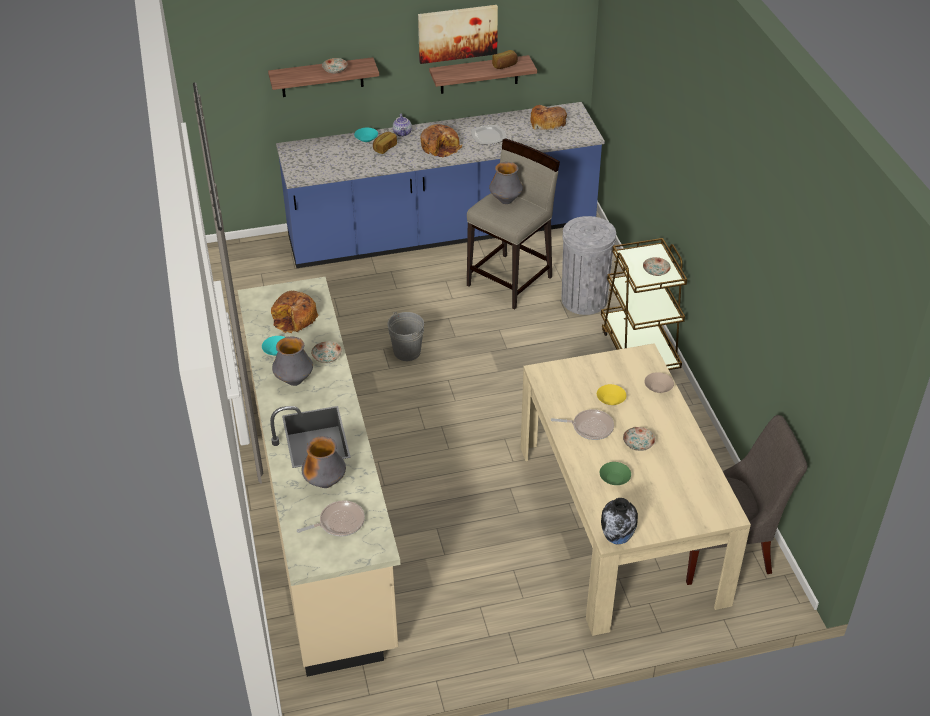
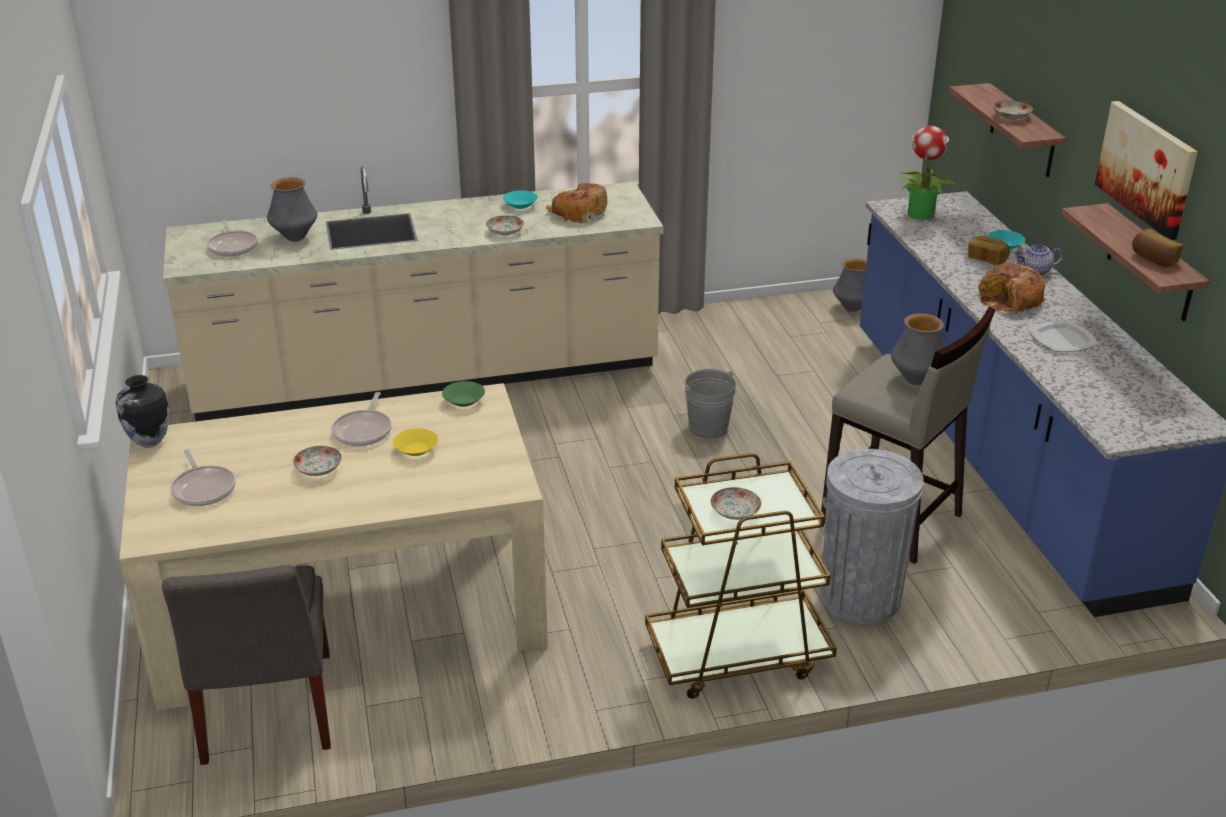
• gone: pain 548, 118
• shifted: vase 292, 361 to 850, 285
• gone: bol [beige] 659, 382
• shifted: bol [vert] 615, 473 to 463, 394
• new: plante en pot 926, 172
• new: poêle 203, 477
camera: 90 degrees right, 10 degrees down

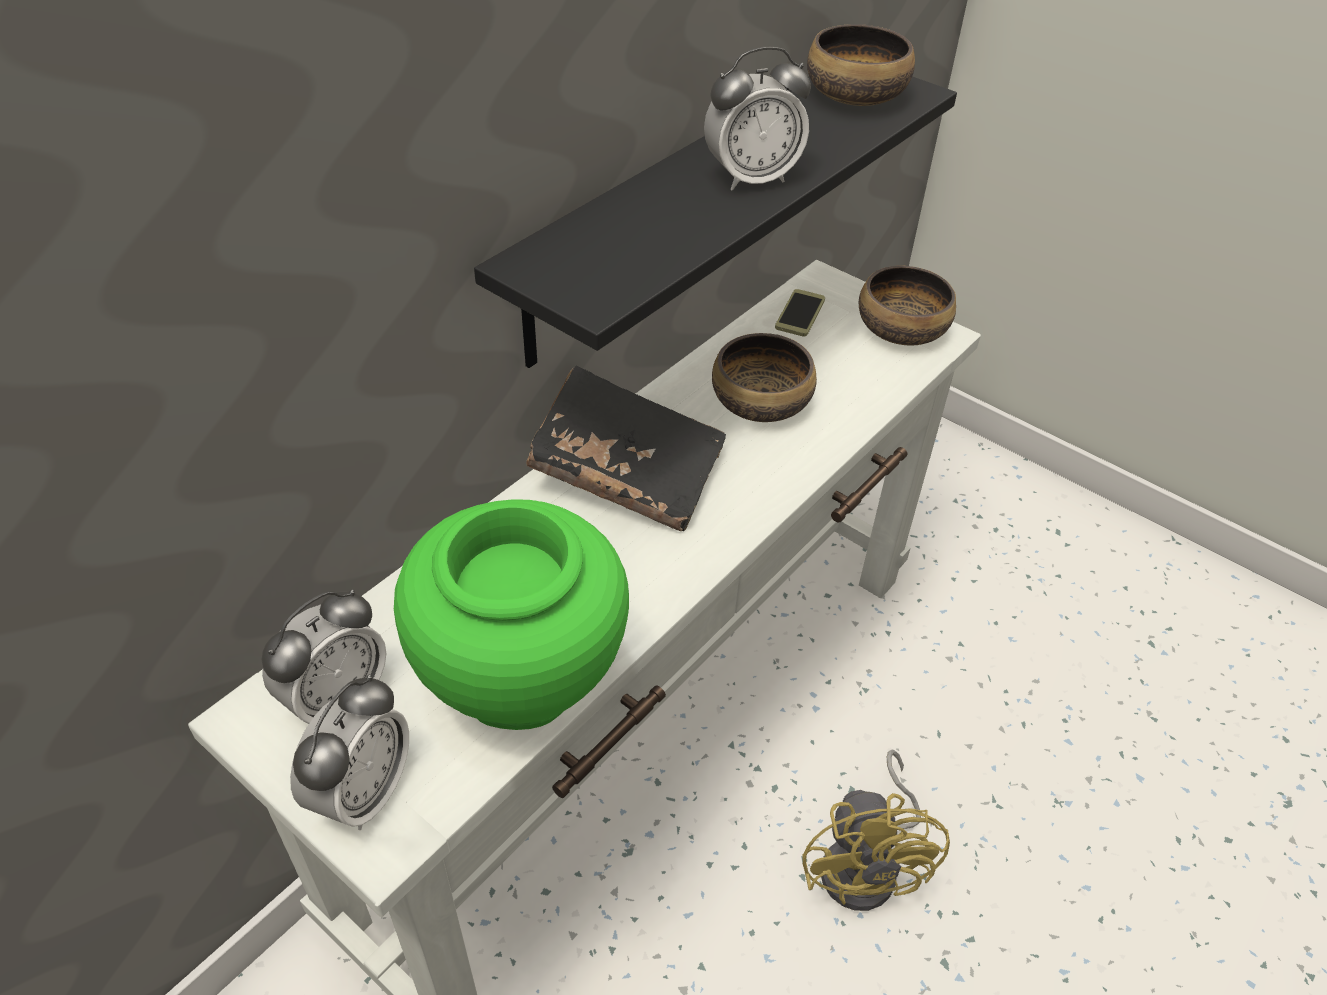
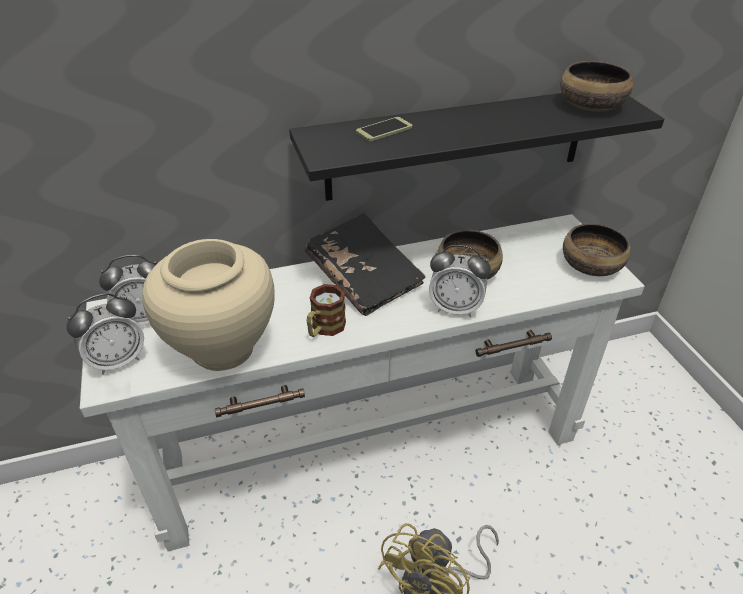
• shifted: réveil 757, 119 to 460, 281
• shifted: téléphone 800, 313 to 384, 129
• repainted: vase [vert] 511, 614 to vase [beige] 208, 305
• new: mug 326, 310
camera: 35 degrees right, 5 degrees down

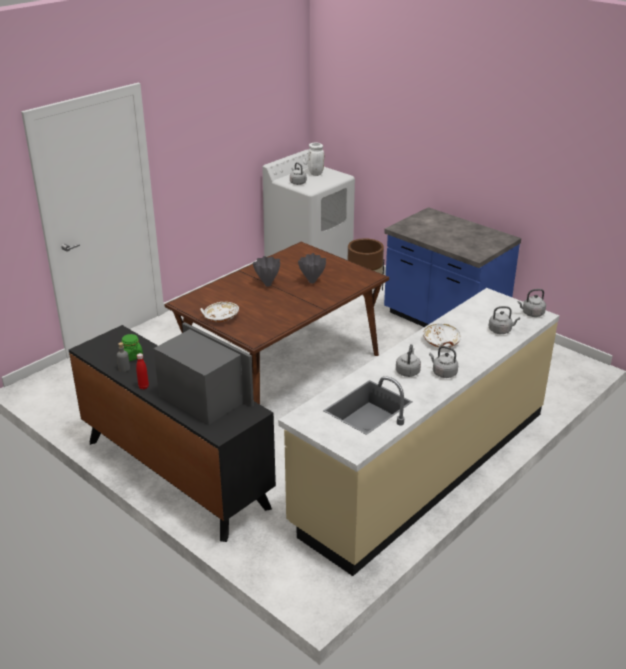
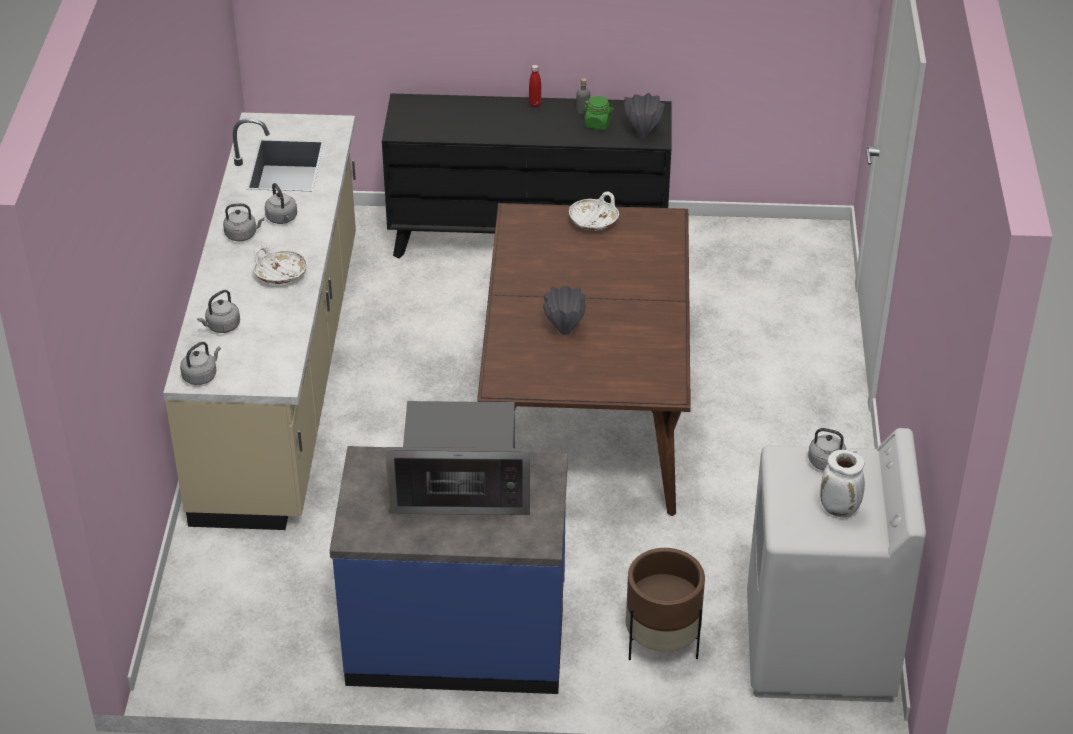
• shifted: vase [gris] 266, 271 to 644, 115
• shifted: micro-ondes 204, 373 to 457, 458
camera: 140 degrees right, 10 degrees up

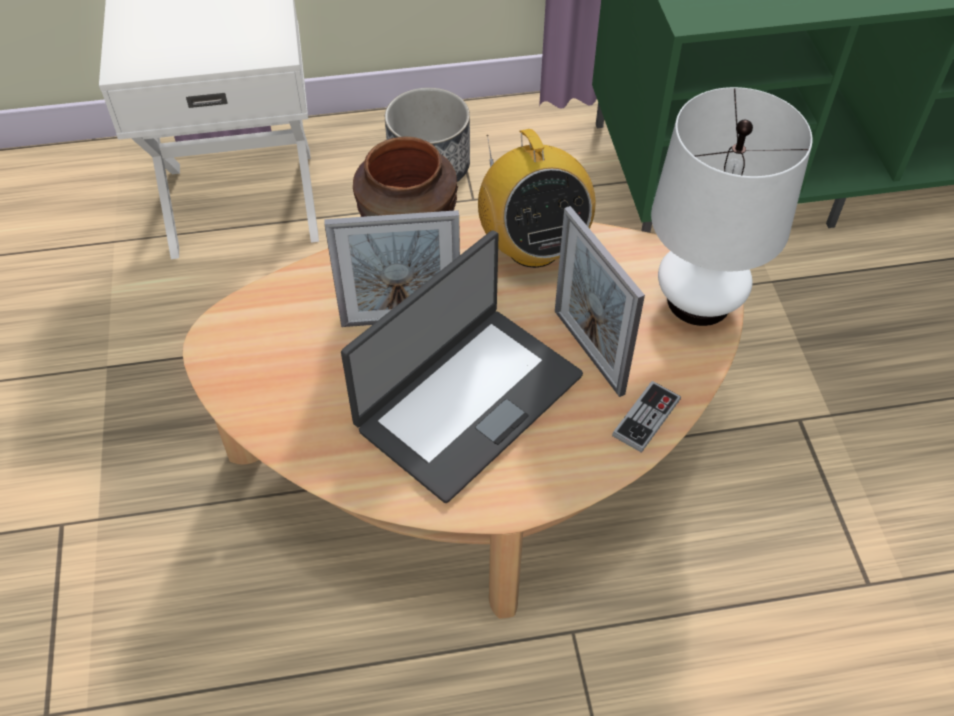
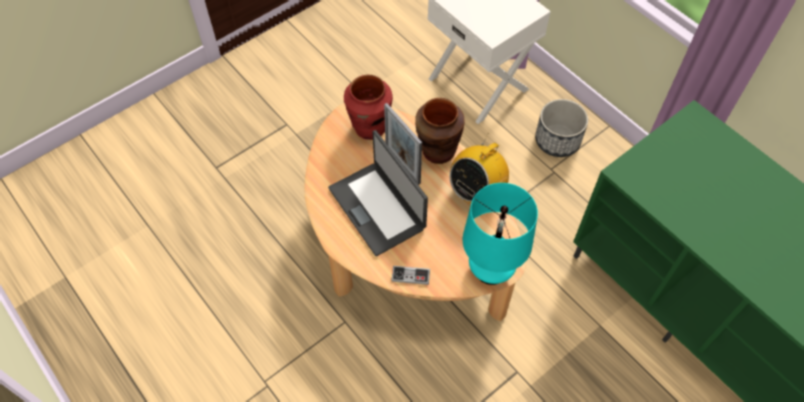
• repainted: lampe de table [blanc] 732, 206 to lampe de table [turquoise] 500, 234
• gone: cadre photo 600, 301
• rotated: ordinateur portable 462, 367 = 378, 193 45 degrees clockwise
• new: vase [rouge] 368, 107
camera: 60 degrees right, 5 degrees up

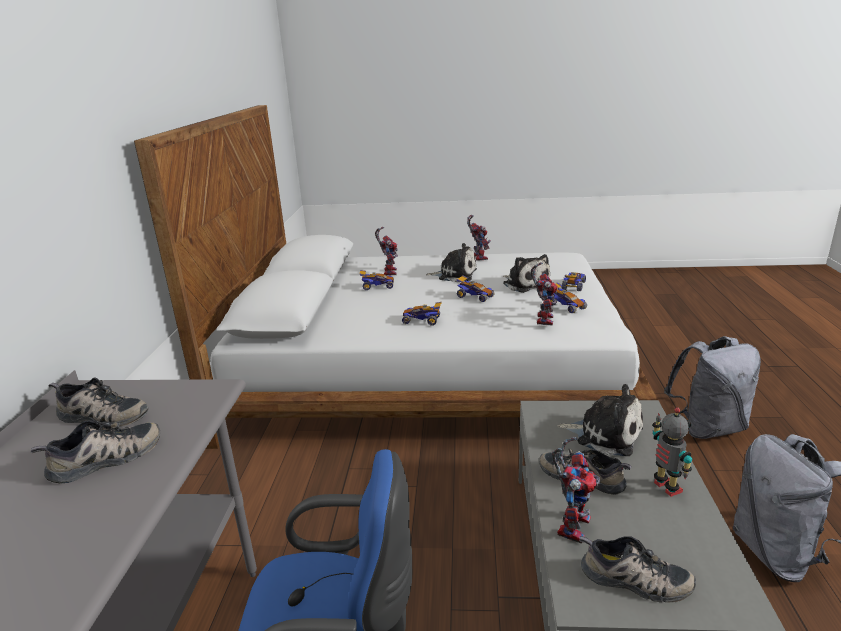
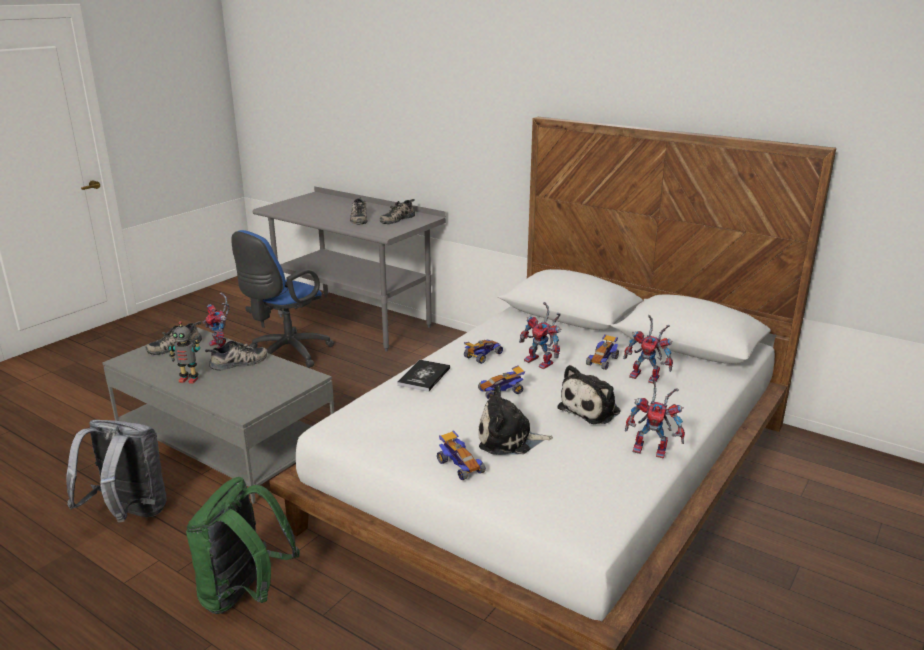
• shifted: robot jouet 544, 293 to 540, 335
• gone: petite voiture 569, 297
• repainted: sac à dos [gris] 712, 387 to sac à dos [vert] 243, 545
• gone: peluche 600, 420
• new: livre 423, 376
camera: 120 degrees right, 0 degrees up

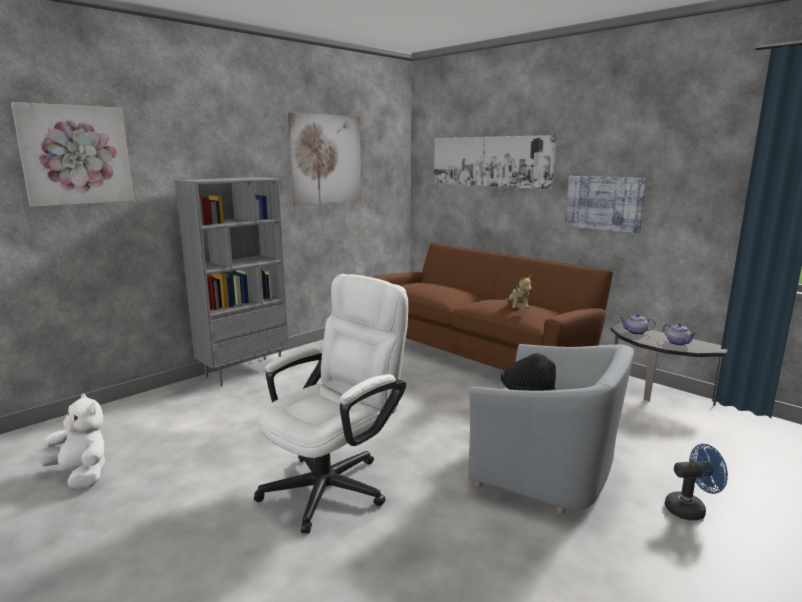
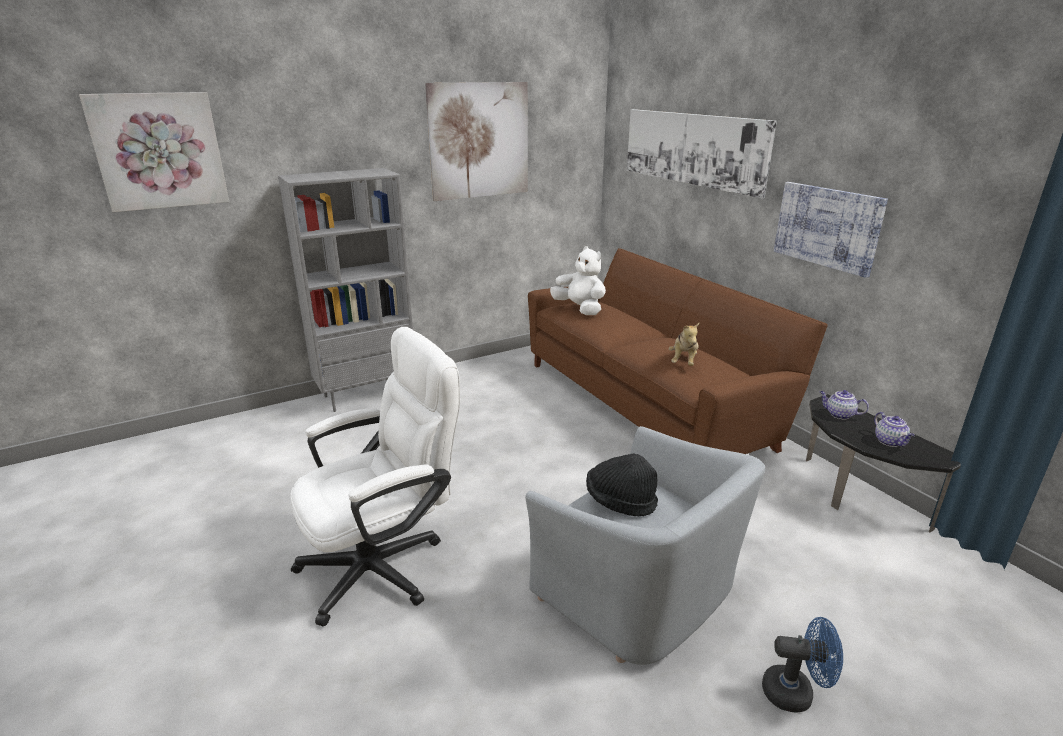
• shifted: peluche [blanc] 70, 441 to 578, 280
camera: 15 degrees right, 10 degrees up

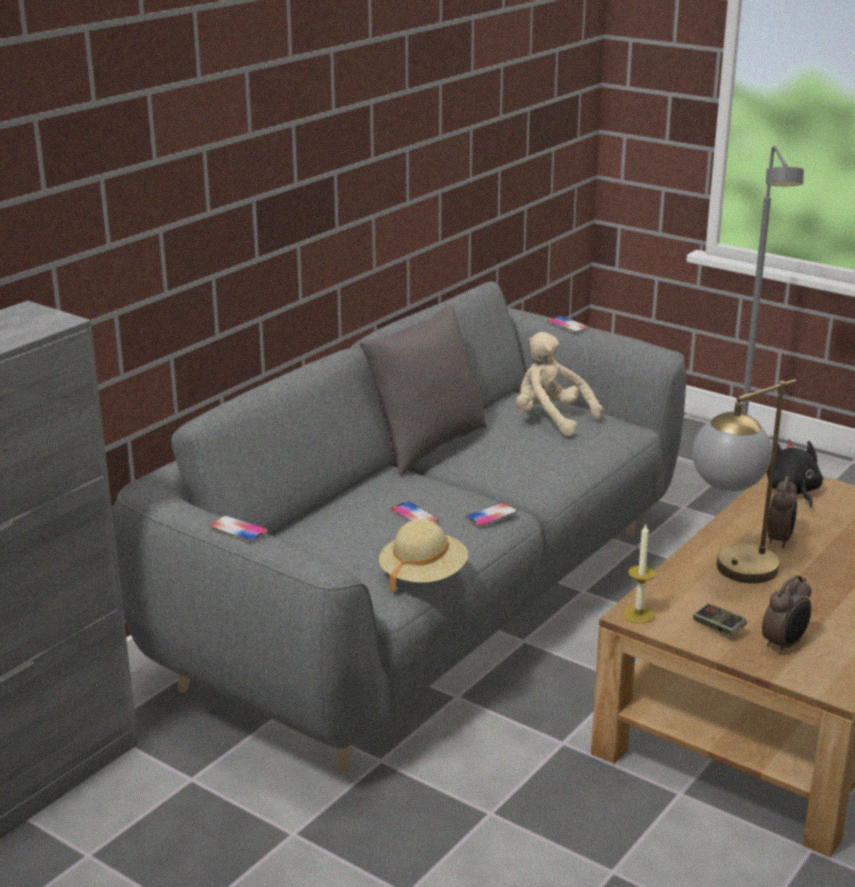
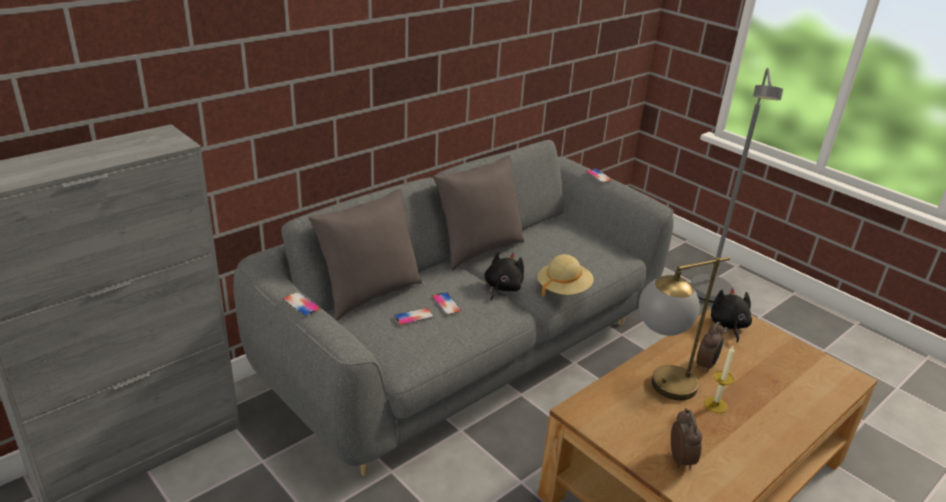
• gone: peluche [beige] 559, 384
• shifted: téléphone 491, 515 to 413, 316
• shifted: chapeau [beige] 423, 556 to 565, 275
• shifted: bougie 639, 574 to 719, 379
• rotated: réveil 786, 614 = 686, 439 60 degrees counterclockwise
• gone: manette 720, 619
• new: coussin [gris] 365, 254
• new: peluche [noir] 504, 276
camera: 10 degrees right, 5 degrees up

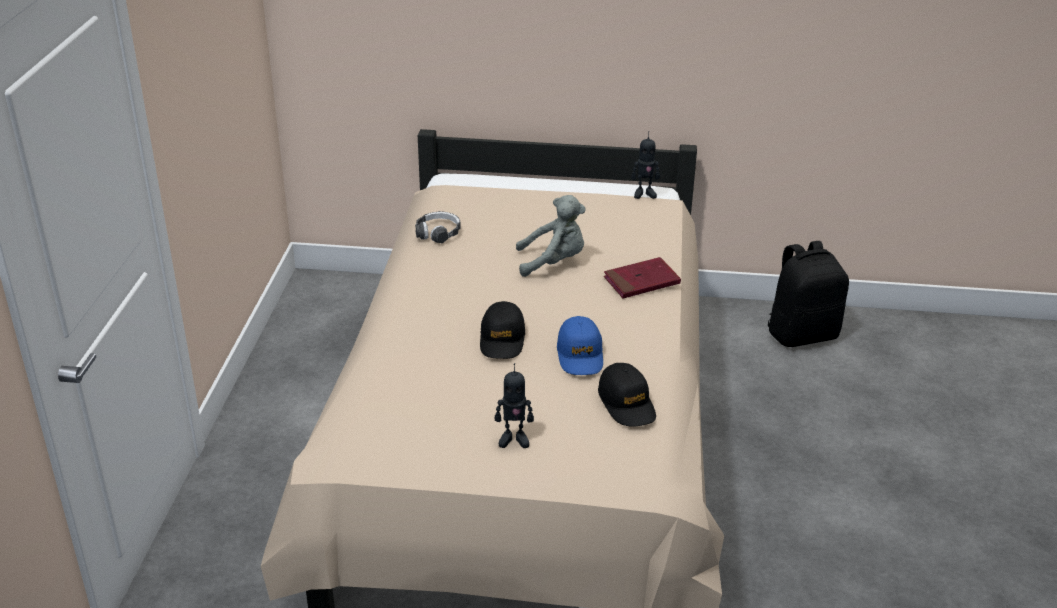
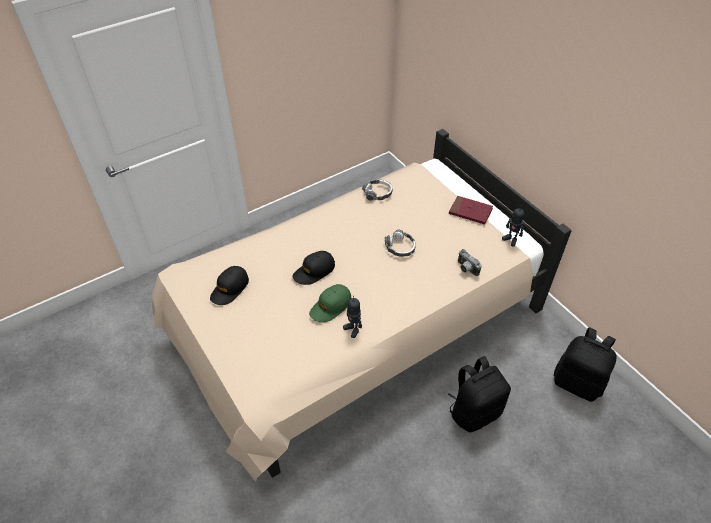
• swapped: peluche [gris] 551, 236 to casque audio 400, 243
• shifted: livre [rouge] 642, 277 to 471, 210
• repainted: casquette [bleu] 580, 345 to casquette [vert] 330, 303
• shifted: robot jouet 514, 405 to 352, 317
• shifted: casquette [noir] 627, 395 to 229, 285
• new: appareil photo 470, 262
• new: sac à dos [noir] 479, 394
camera: 50 degrees right, 15 degrees up

